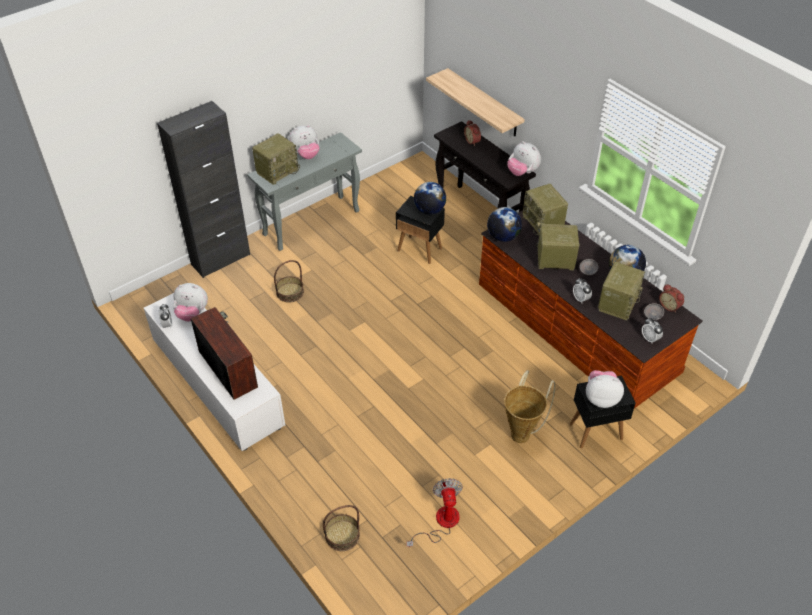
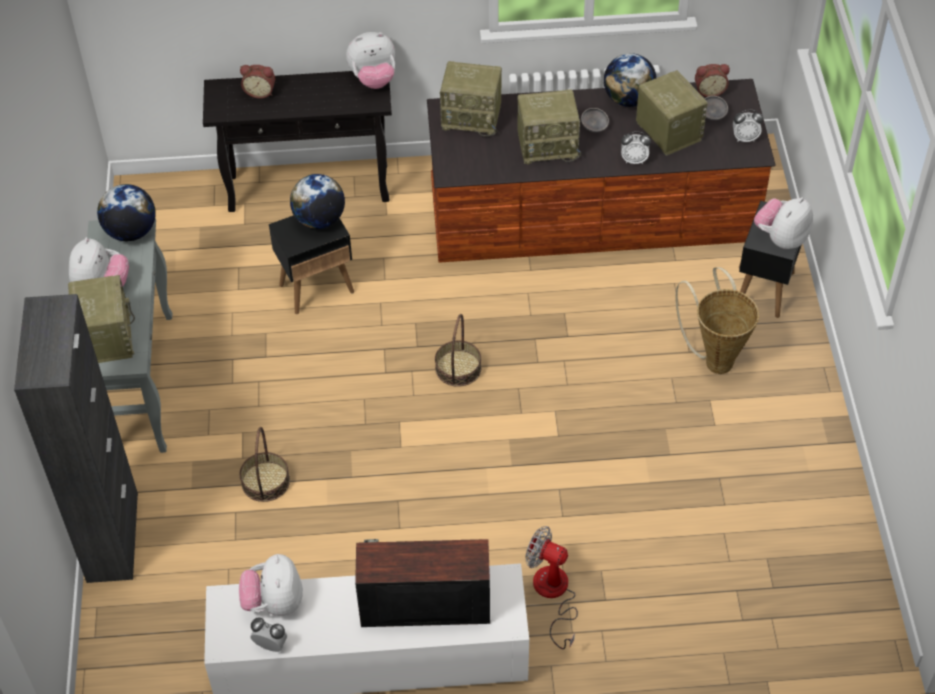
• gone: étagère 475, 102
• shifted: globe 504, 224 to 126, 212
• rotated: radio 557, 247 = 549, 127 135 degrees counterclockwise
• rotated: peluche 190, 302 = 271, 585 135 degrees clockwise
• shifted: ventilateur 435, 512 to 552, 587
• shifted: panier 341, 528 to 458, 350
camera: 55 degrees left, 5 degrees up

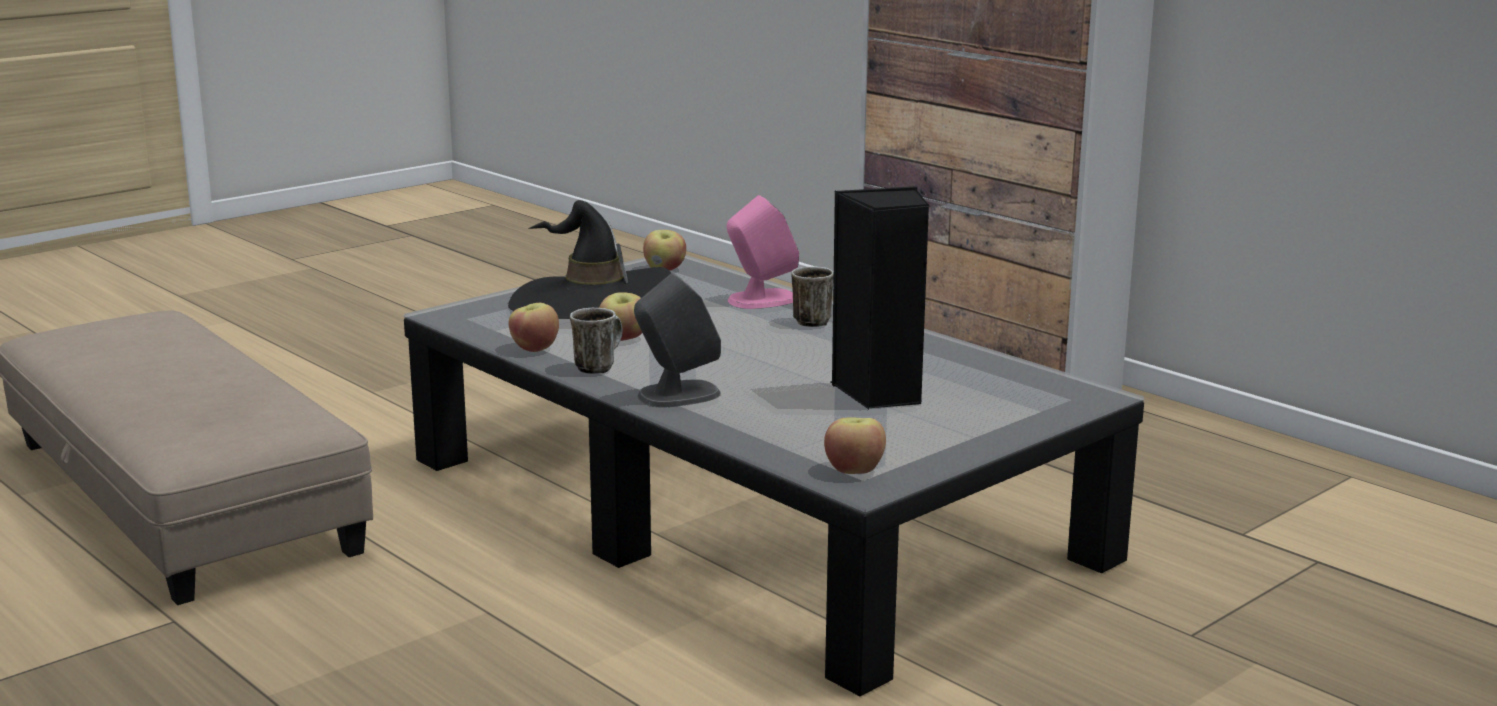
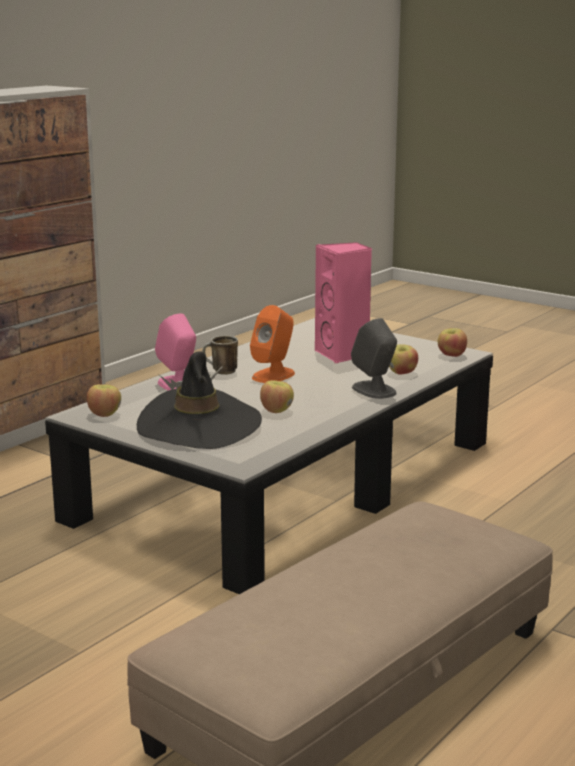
• repainted: enceinte [noir] 879, 297 to enceinte [rose] 343, 303
• shifted: pomme 534, 327 to 403, 359
• gone: mug 596, 341
• new: enceinte [orange] 272, 344
camera: 100 degrees left, 0 degrees up

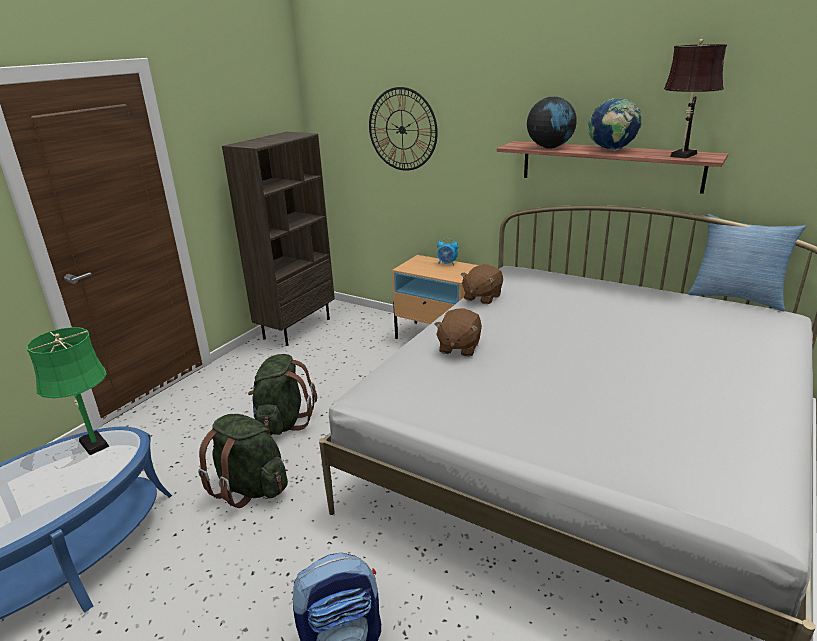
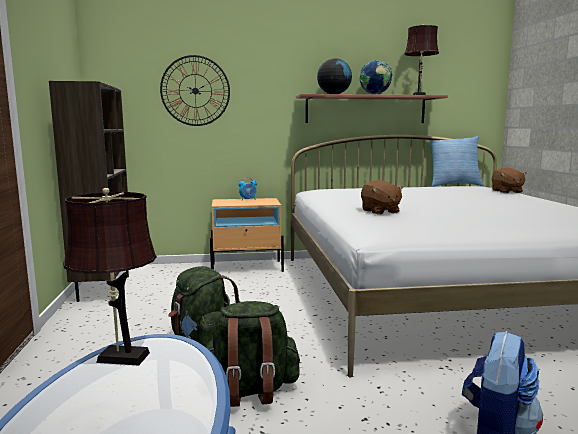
• shifted: peluche [marron] 482, 284 to 509, 180
• repainted: lampe de table [vert] 68, 391 to lampe de table [marron] 110, 277
camera: 40 degrees left, 15 degrees down

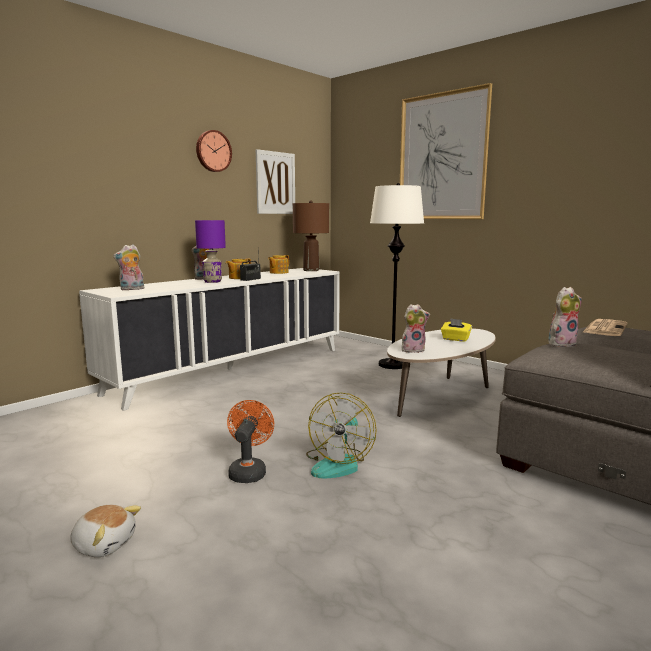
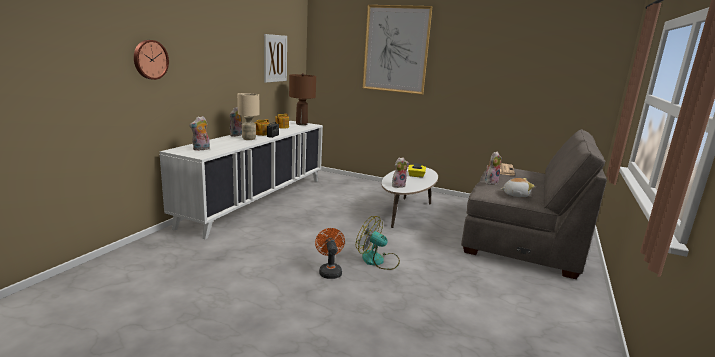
• shifted: horloge murale 214, 151 to 151, 60
• gone: lampadaire [blanc] 397, 276
• repainted: lampe de table [violet] 210, 251 to lampe de table [beige] 248, 116
• rotated: ventilateur 341, 435 = 378, 243 120 degrees clockwise
• shifted: peluche 105, 531 to 517, 187
camera: 20 degrees left, 5 degrees up

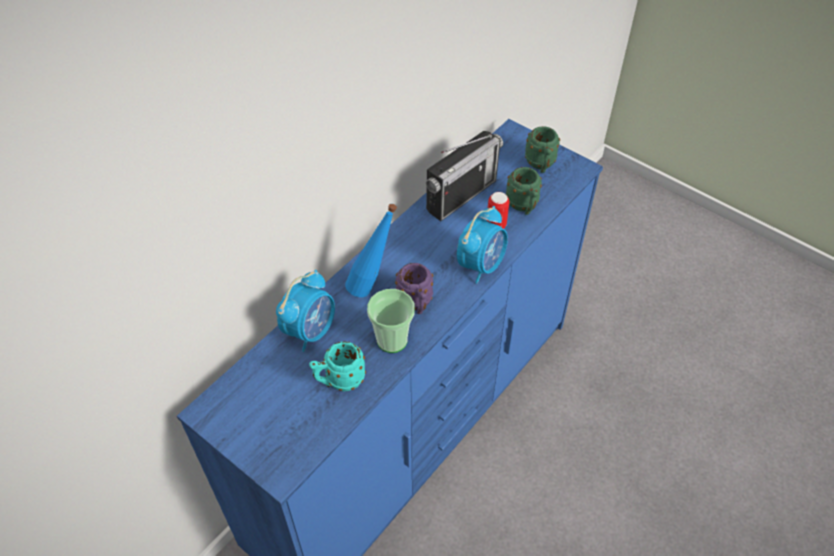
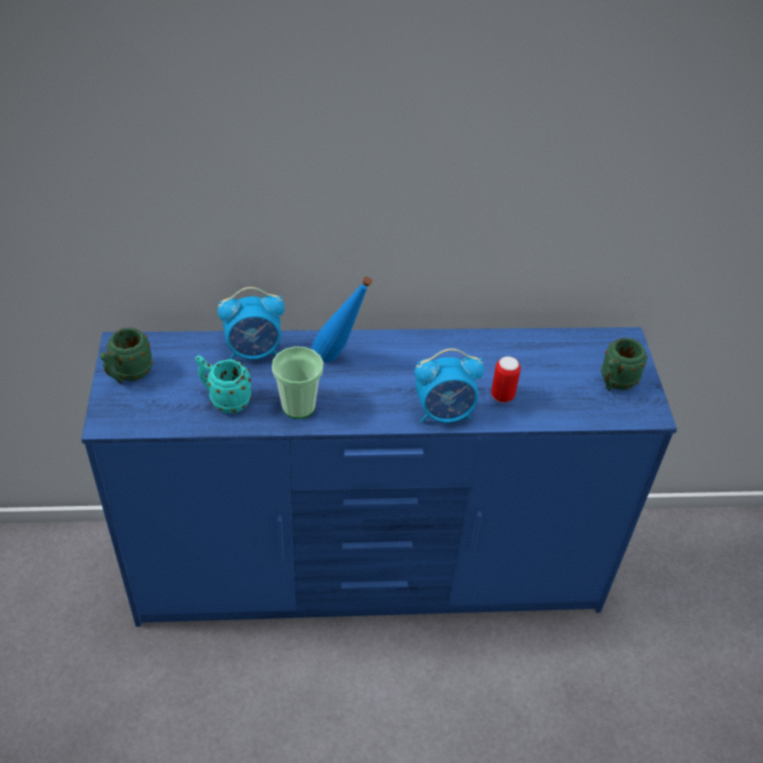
• gone: radio 464, 176
• shifted: mug [vert] 524, 191 to 126, 355
• gone: mug [violet] 414, 288
camera: 45 degrees right, 5 degrees down

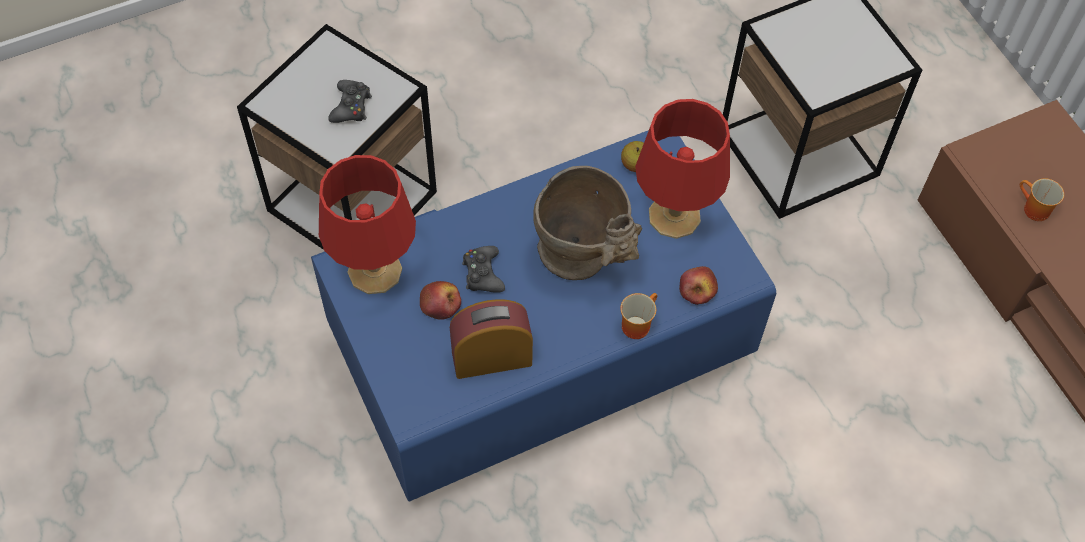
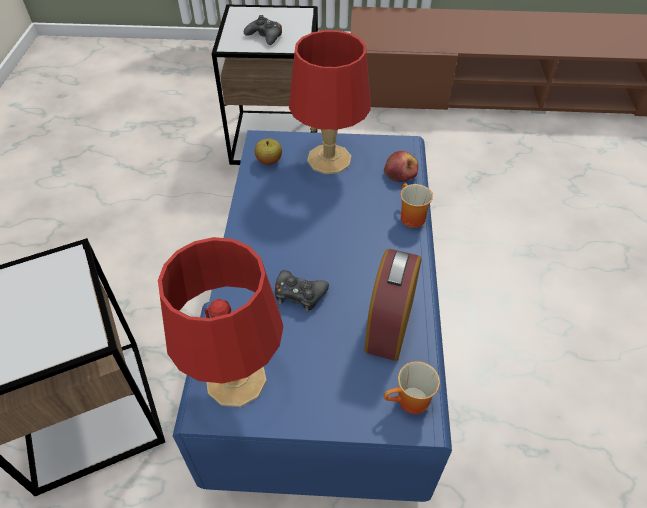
• shifted: manette [noir] 350, 101 to 263, 30
• gone: vase [beige] 587, 223
• shifted: mug 1042, 199 to 412, 387
• gone: pomme 440, 300
camera: 60 degrees left, 10 degrees down

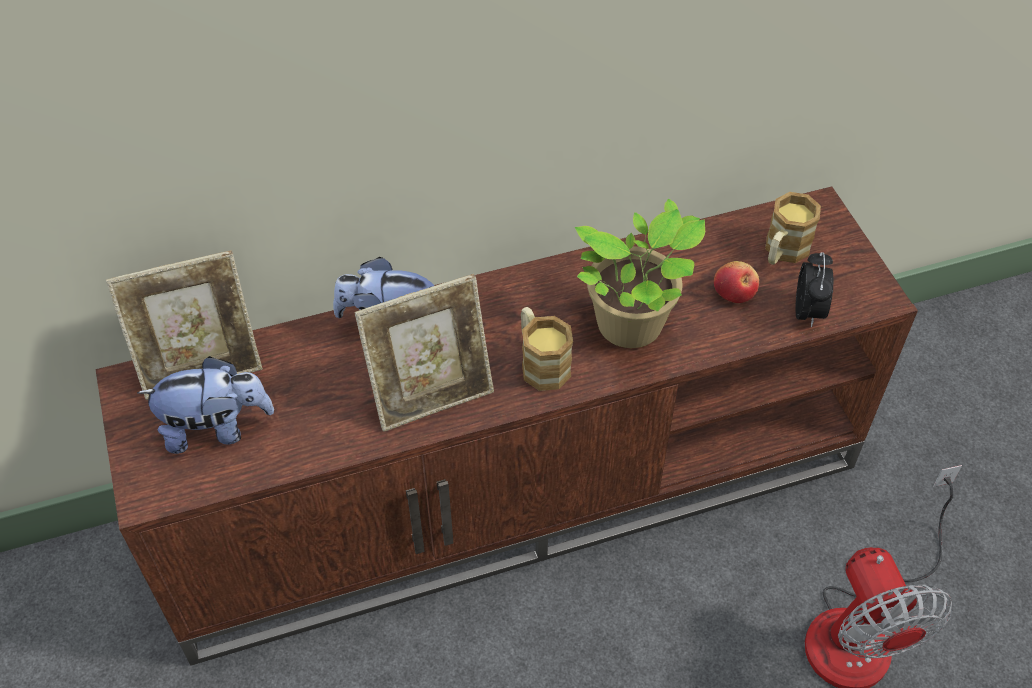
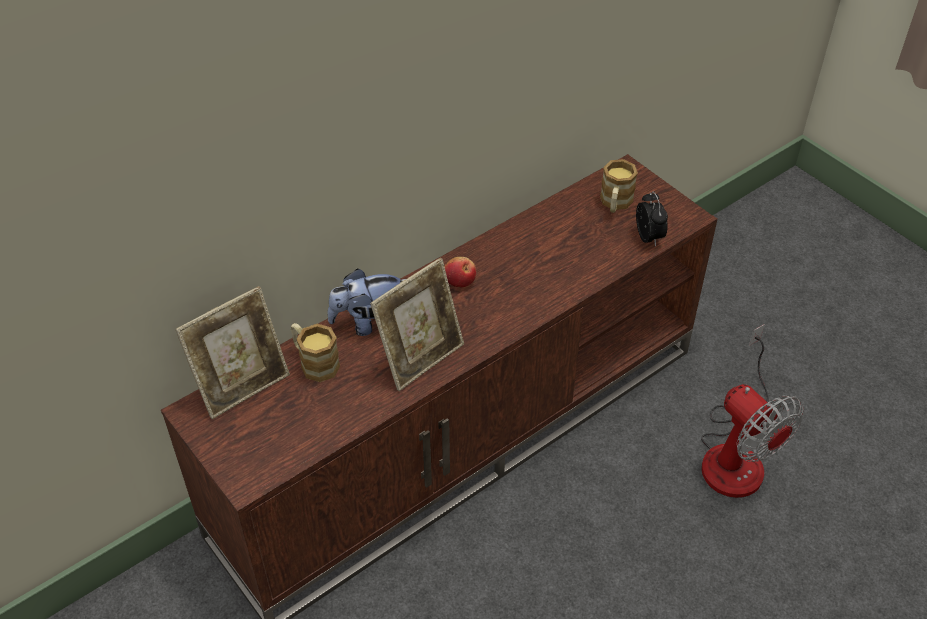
• gone: plante en pot 640, 273
• shifted: pomme 736, 282 to 460, 272
• shifted: mug 547, 349 to 315, 352
• gone: peluche 205, 405
camera: 20 degrees left, 5 degrees down

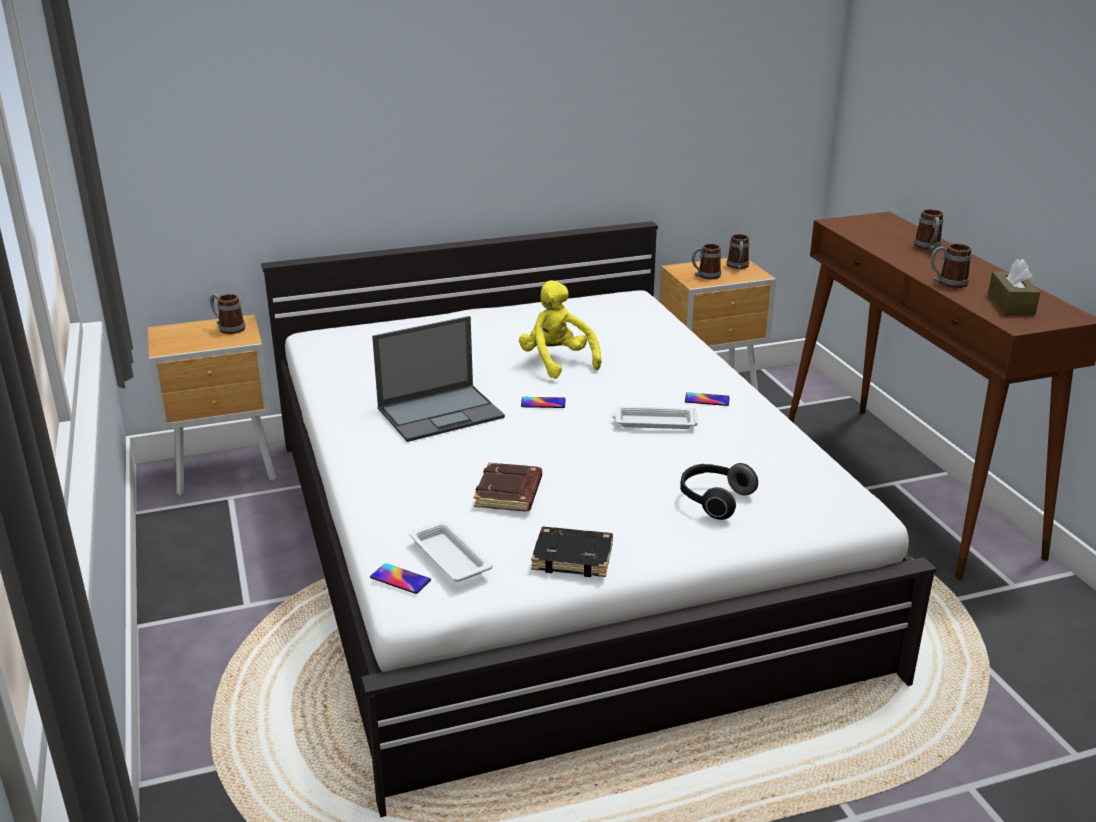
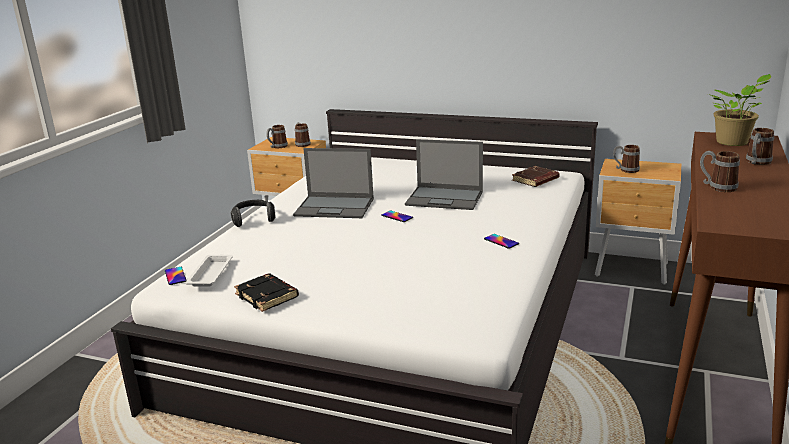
• shifted: mug 738, 251 to 277, 136
• gone: boîte à mouchoirs [marron] 1014, 287
• swapped: peluche [jaune] 560, 329 to ordinateur portable 444, 174
• gone: plateau [blanc] 655, 417
• shifted: livre [marron] 508, 486 to 536, 176
• shifted: casque audio 719, 491 to 253, 213
• new: plante en pot 739, 110
camera: 40 degrees right, 5 degrees down

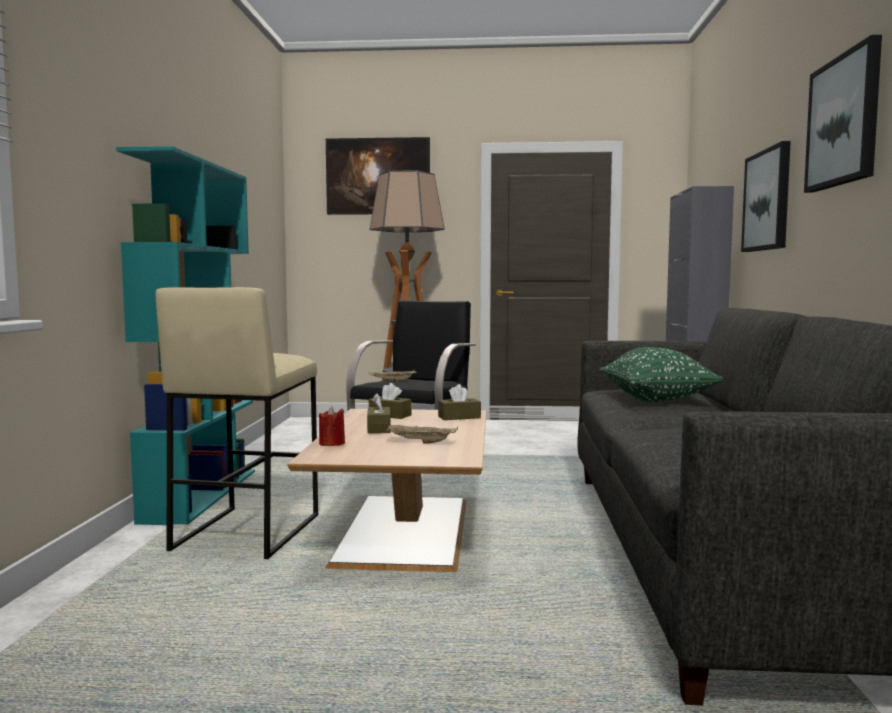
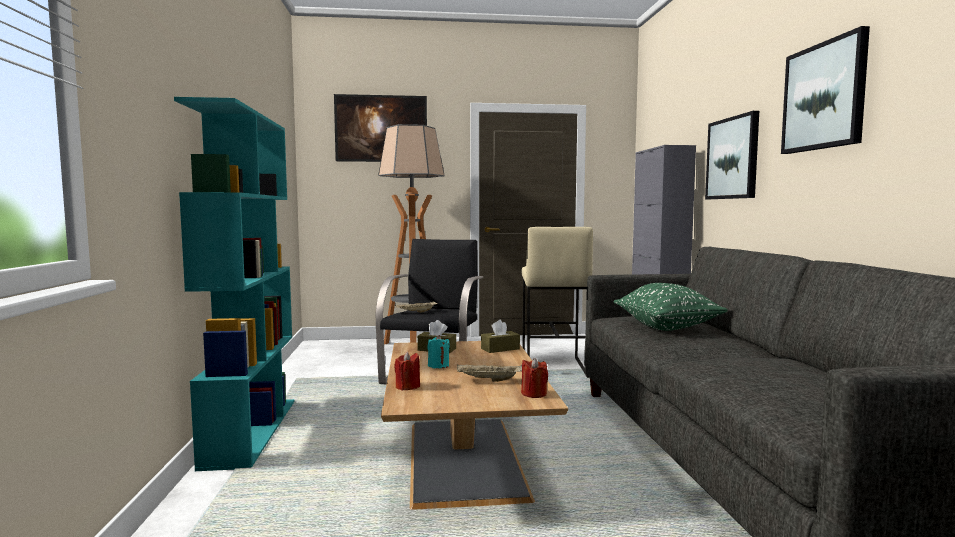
• shifted: tabouret [beige] 237, 423 to 557, 302
• swapped: boîte à mouchoirs [marron] 378, 413 to bougie [turquoise] 438, 351
• new: bougie [rouge] 534, 378
camera: 10 degrees left, 0 degrees up

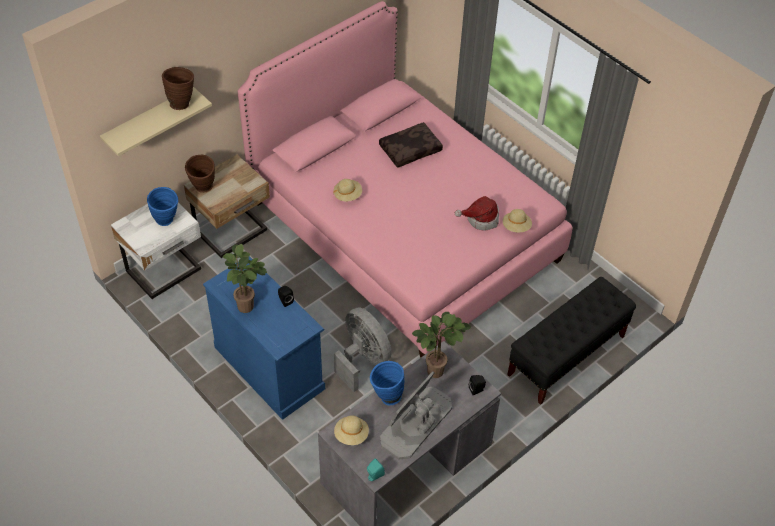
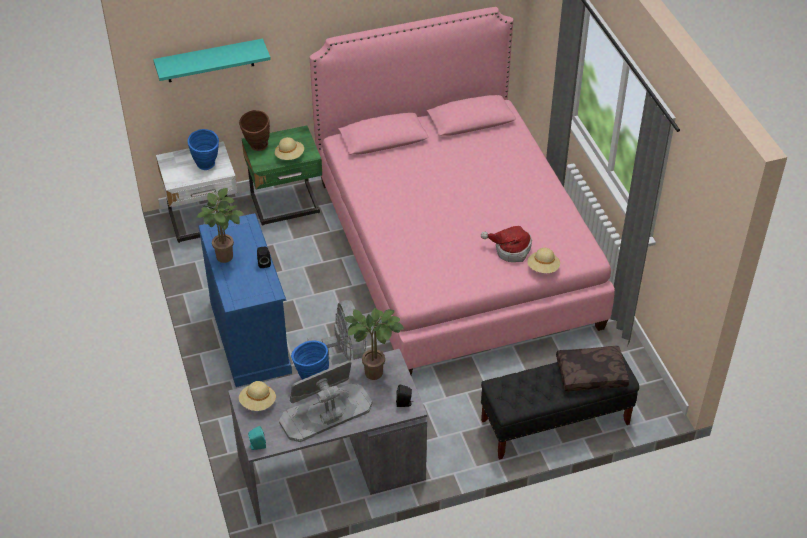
• gone: vase [marron] 178, 88
• repainted: étagère [beige] 156, 121 to étagère [turquoise] 212, 60
• shifted: coussin [marron] 411, 145 to 592, 369
• repainted: table de chevet [beige] 227, 206 to table de chevet [vert] 282, 175
• shifted: chapeau [beige] 347, 190 to 289, 148
camera: 25 degrees right, 5 degrees down

